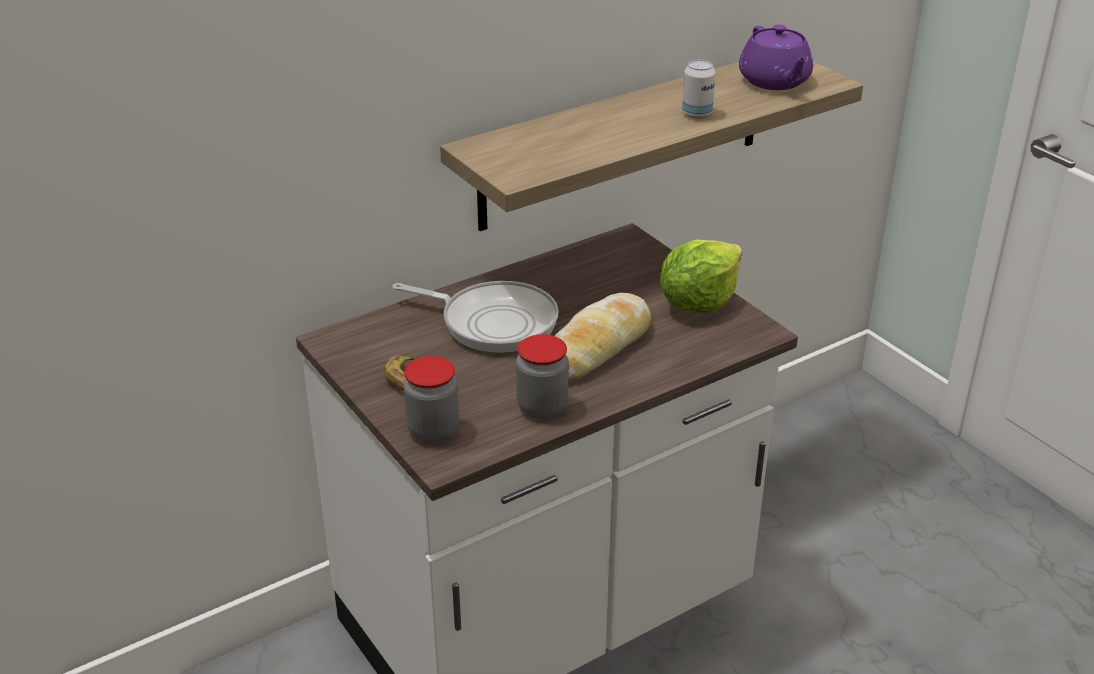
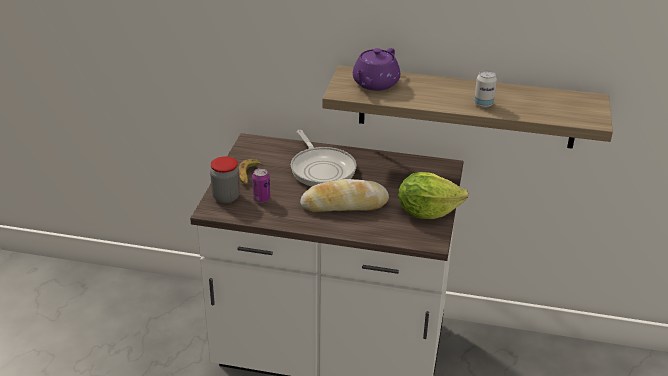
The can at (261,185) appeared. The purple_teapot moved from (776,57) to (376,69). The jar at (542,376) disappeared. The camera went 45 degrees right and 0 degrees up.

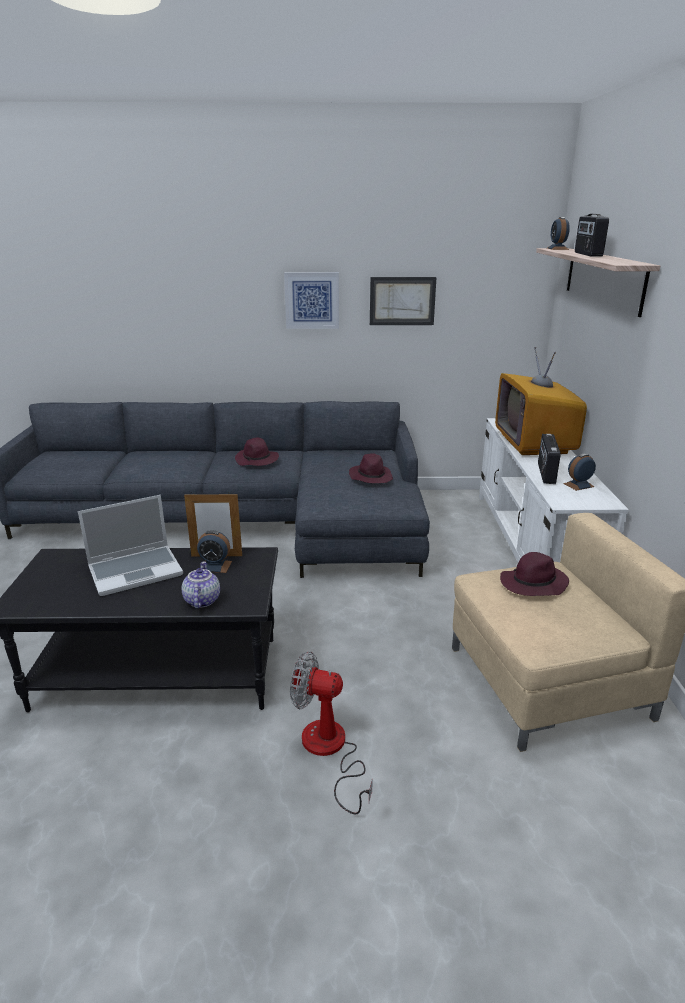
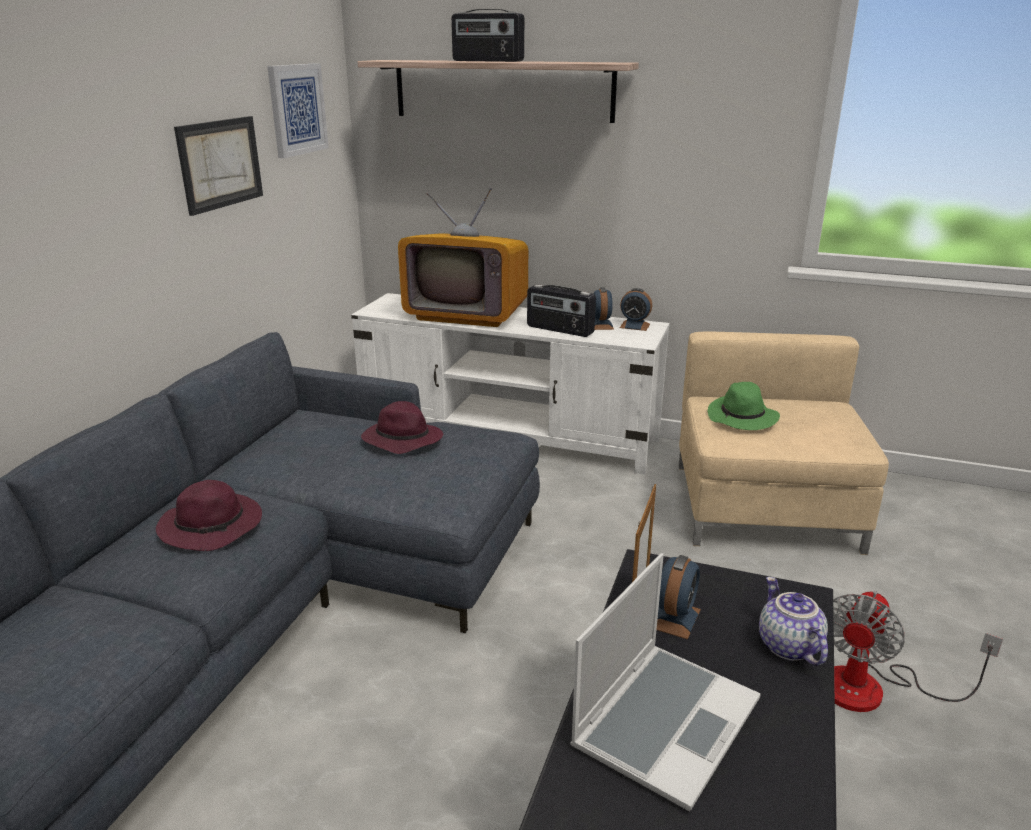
The picture moved from (311,301) to (298,110). The laptop at (130,545) turned 45 degrees clockwise. The alarm_clock moved from (558,233) to (636,309). The purple_hat at (534,574) became the green_hat at (744,406). The teapot at (201,585) turned 60 degrees clockwise. The camera went 70 degrees left and 0 degrees up.

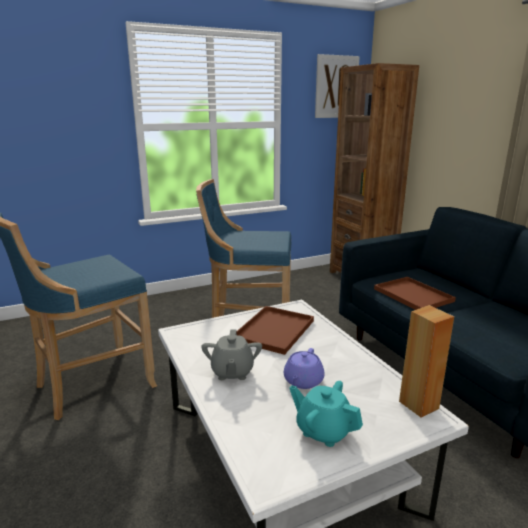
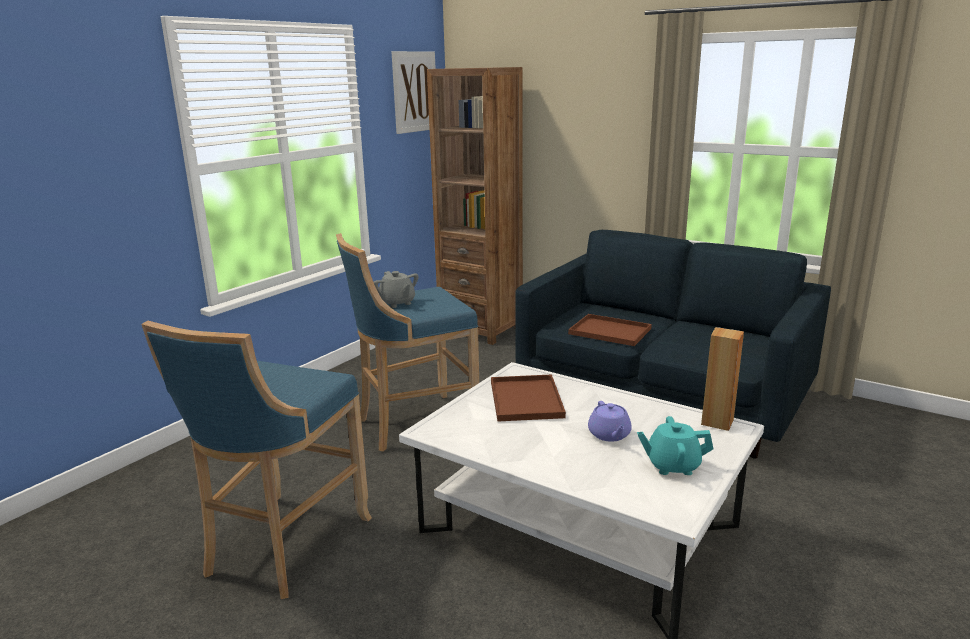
The grey_teapot moved from (231,354) to (396,289). The camera went 30 degrees left and 0 degrees up.

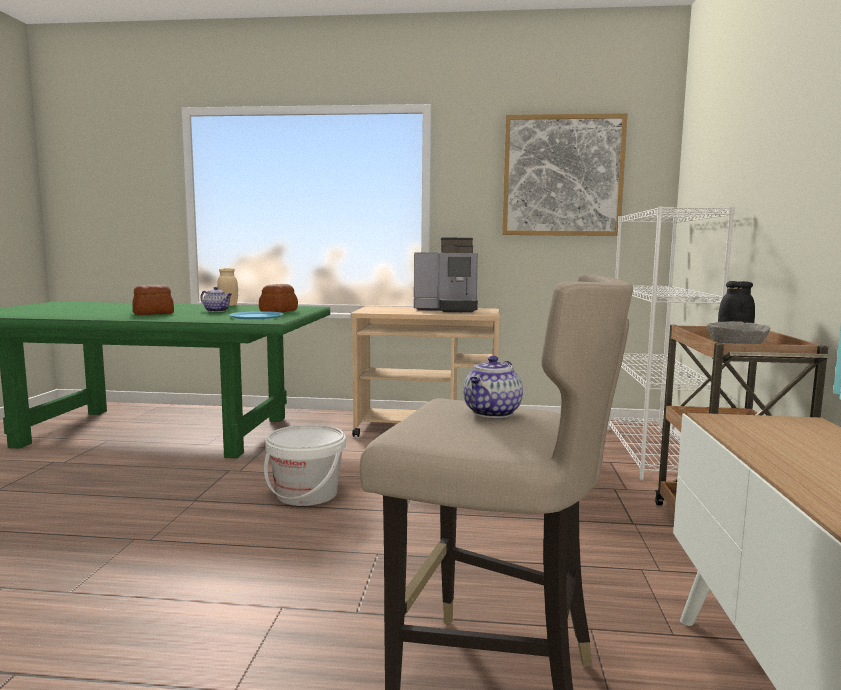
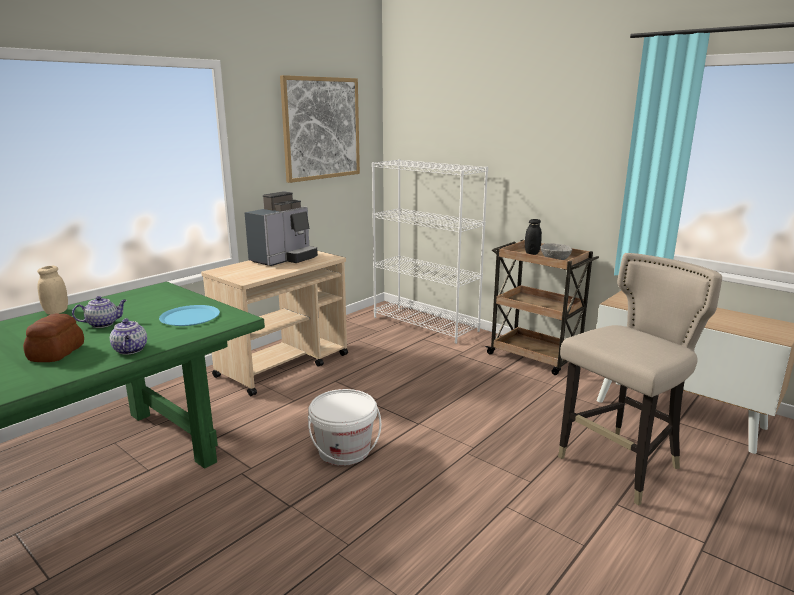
The teapot moved from (493,387) to (128,336). The bread at (278,298) disappeared. The camera went 55 degrees left and 10 degrees up.

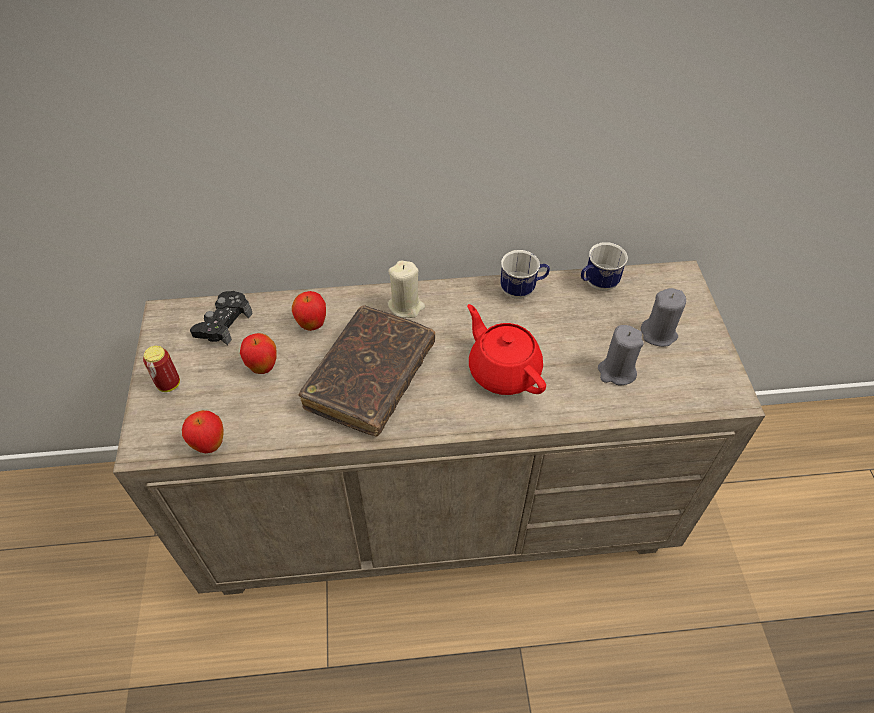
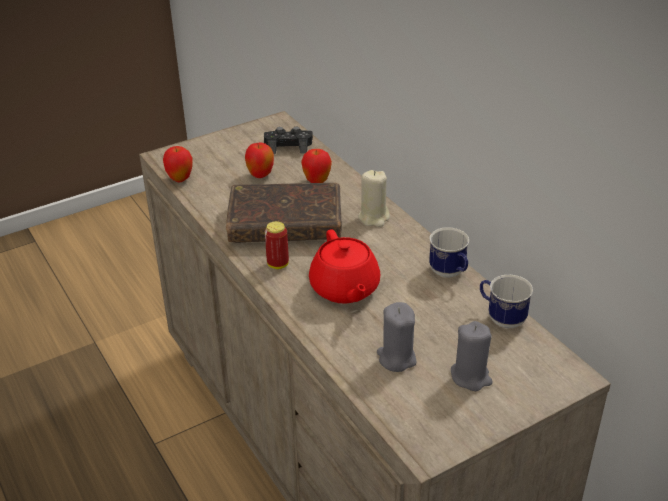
The can moved from (161,369) to (277,245). The red_teapot at (506,349) turned 135 degrees clockwise. The camera went 65 degrees right and 15 degrees down.

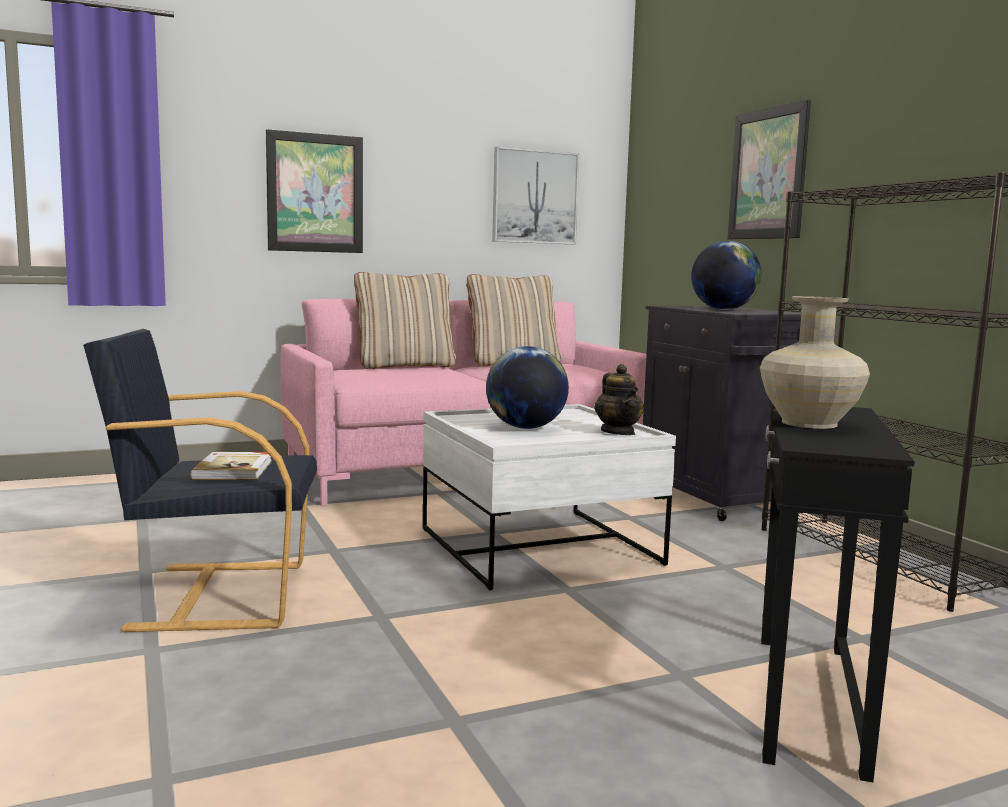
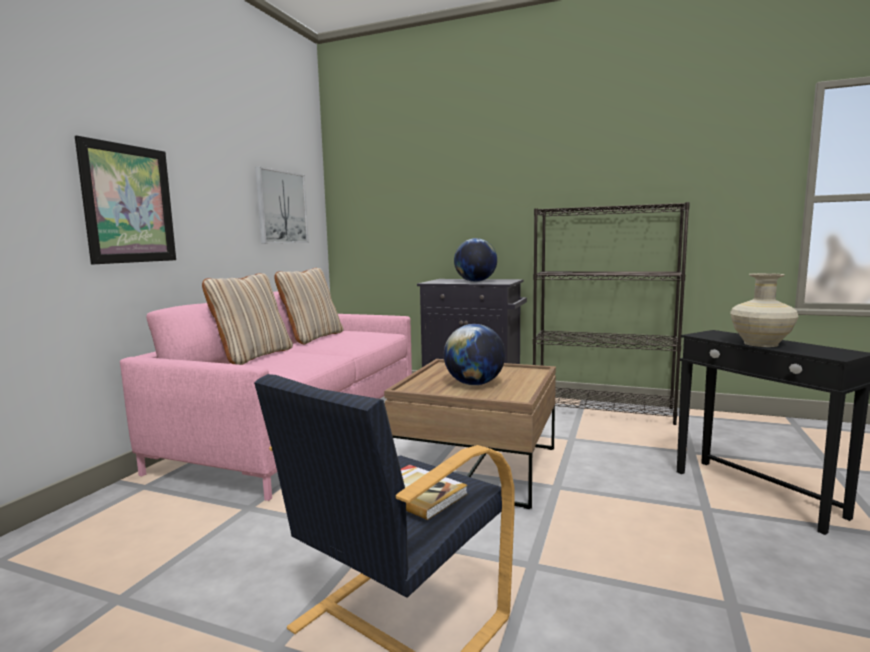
The white_coffee_table at (549,497) became the brown_coffee_table at (470,434). The teapot at (619,399) disappeared. The picture at (769,169) disappeared. The camera went 45 degrees left and 0 degrees up.

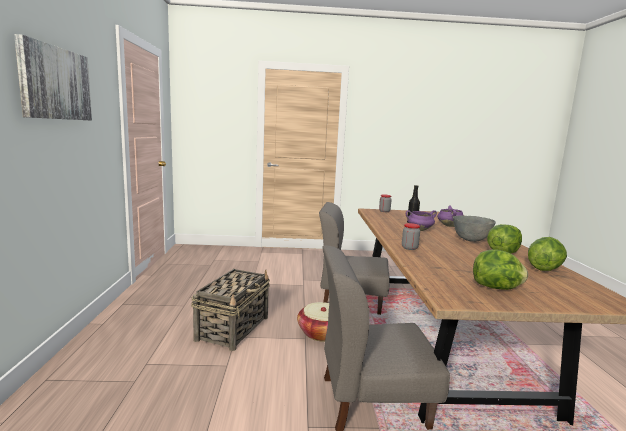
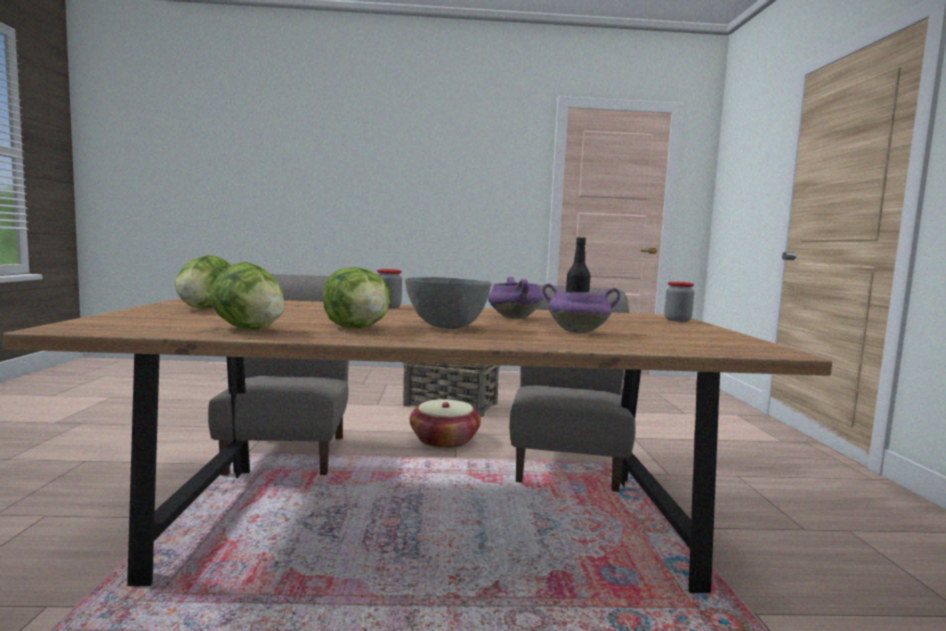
The picture at (53,77) disappeared. The camera went 90 degrees right and 5 degrees down.

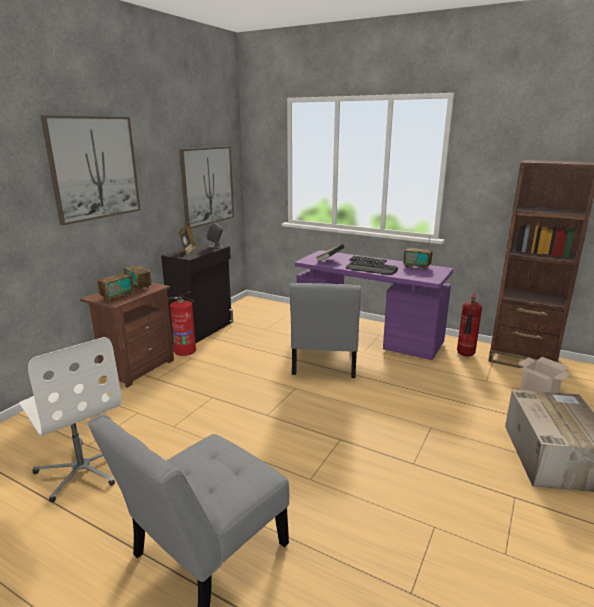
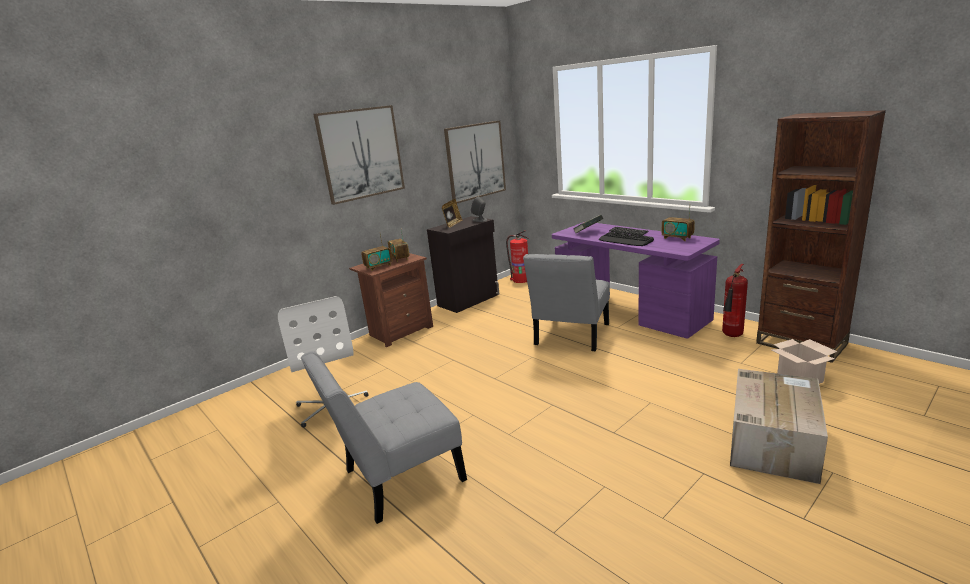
The fire_extinguisher moved from (182,323) to (517,256). The camera went 20 degrees right and 0 degrees up.

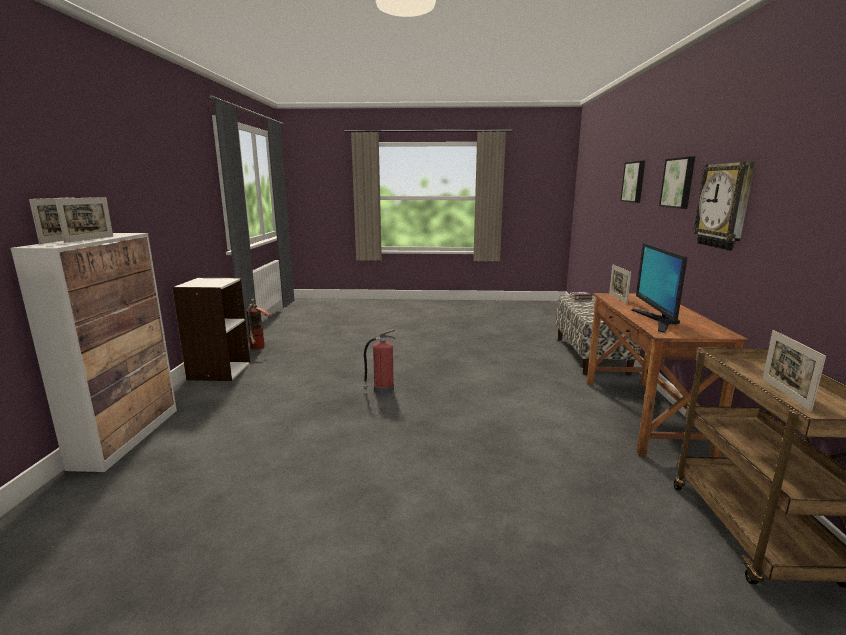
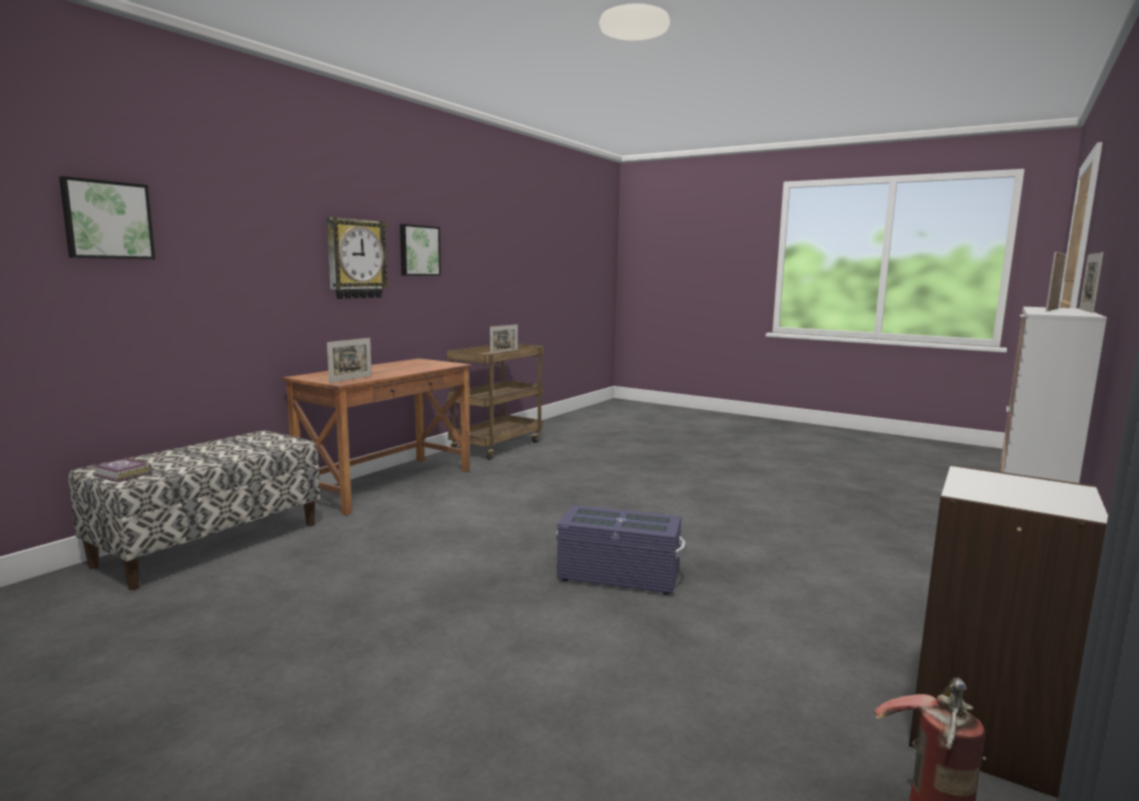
The picture moved from (677,182) to (420,250). The fire_extinguisher at (379,361) was replaced by the purple_storage_box at (621,550). The monitor at (659,288) disappeared. The camera went 150 degrees left and 5 degrees down.

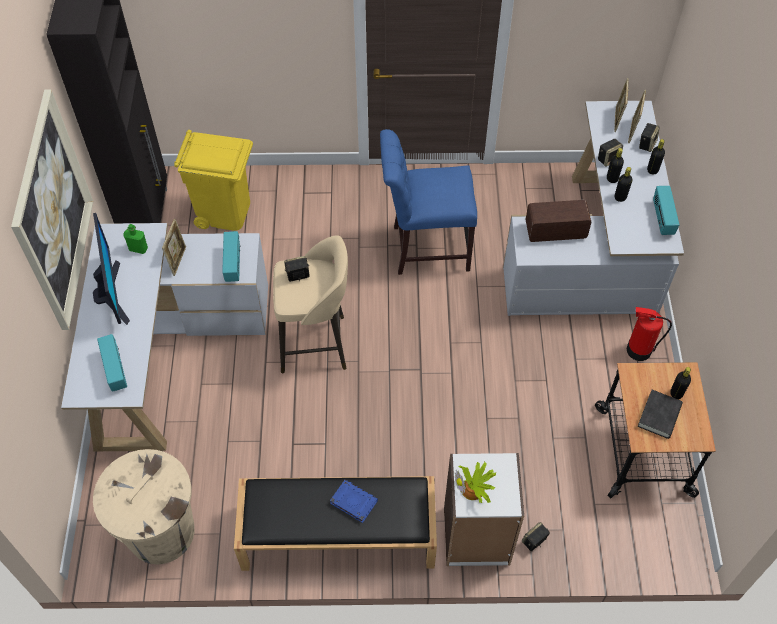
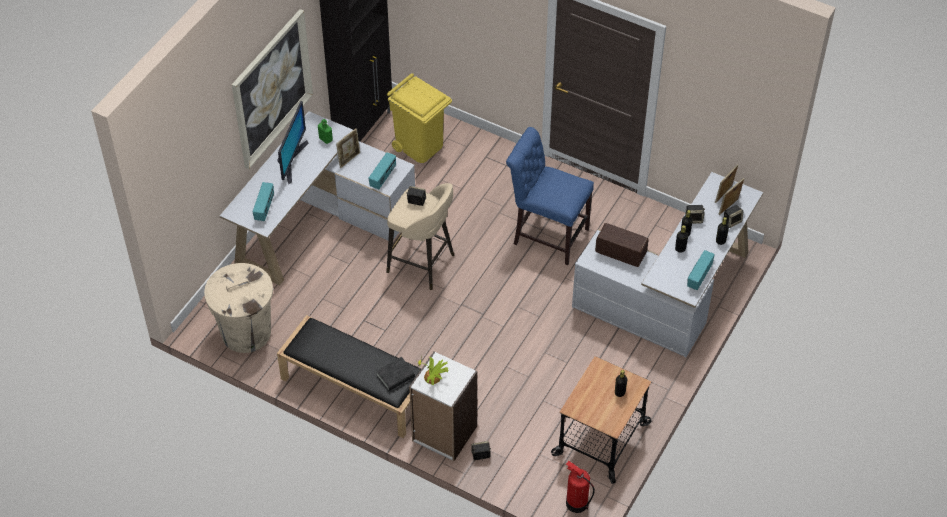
The black_book moved from (660,414) to (395,374). The fire_extinguisher moved from (649,334) to (580,487). The blue_book at (354,501) disappeared. The camera went 30 degrees right and 5 degrees down.

